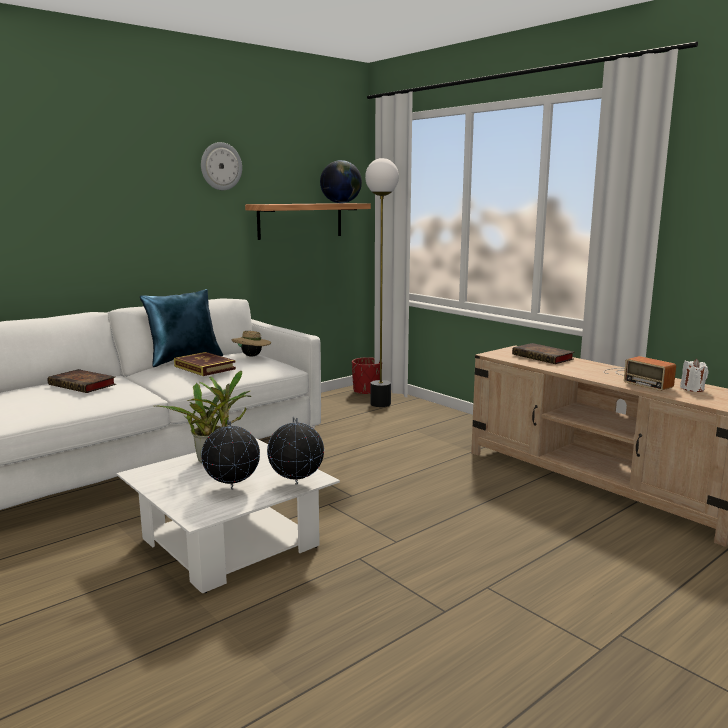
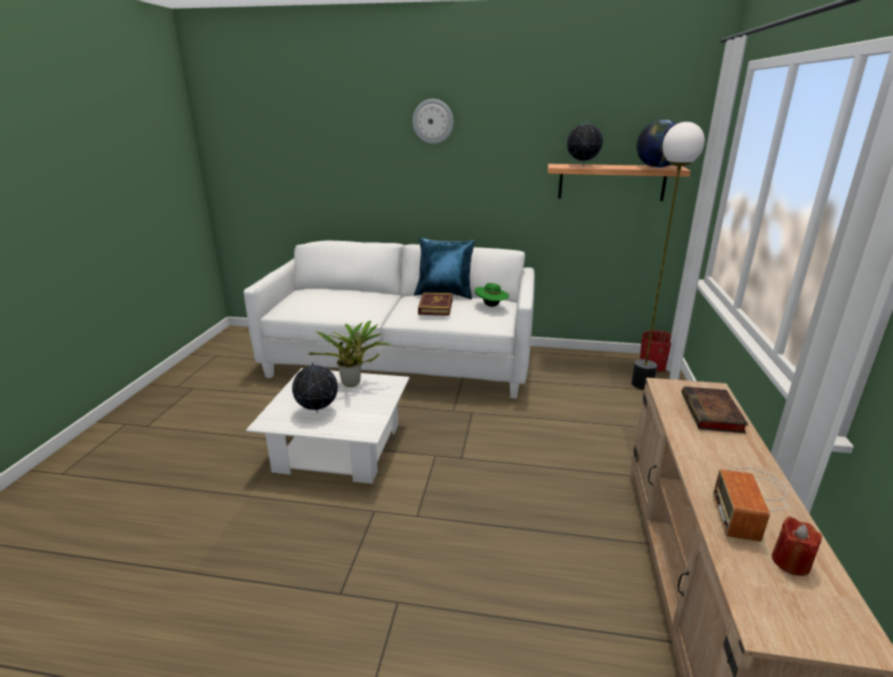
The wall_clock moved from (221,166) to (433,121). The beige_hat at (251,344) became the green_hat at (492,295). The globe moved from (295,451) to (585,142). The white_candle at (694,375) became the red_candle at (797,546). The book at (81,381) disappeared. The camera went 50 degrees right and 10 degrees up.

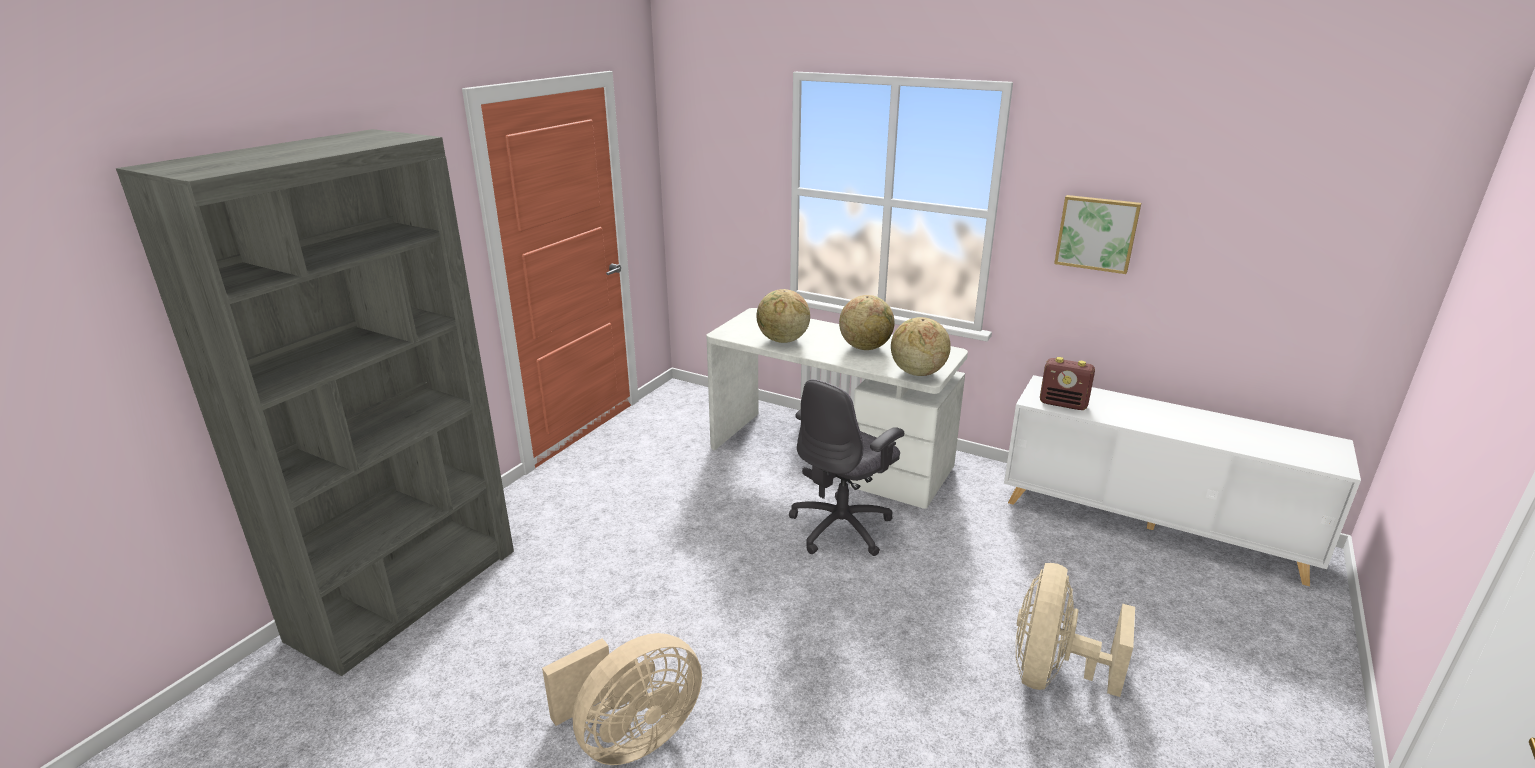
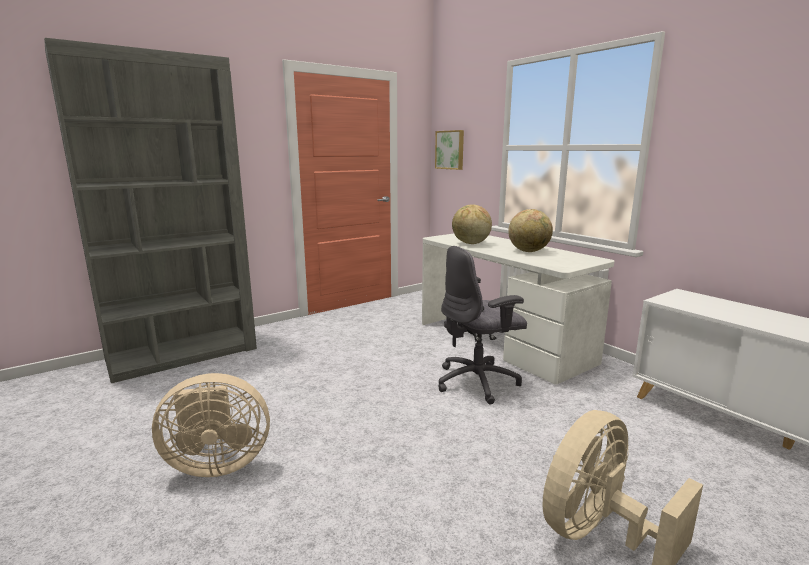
The picture moved from (1097,234) to (449,150). The globe at (921,346) disappeared. The radio at (1067,383) disappeared. The camera went 25 degrees right and 10 degrees down.

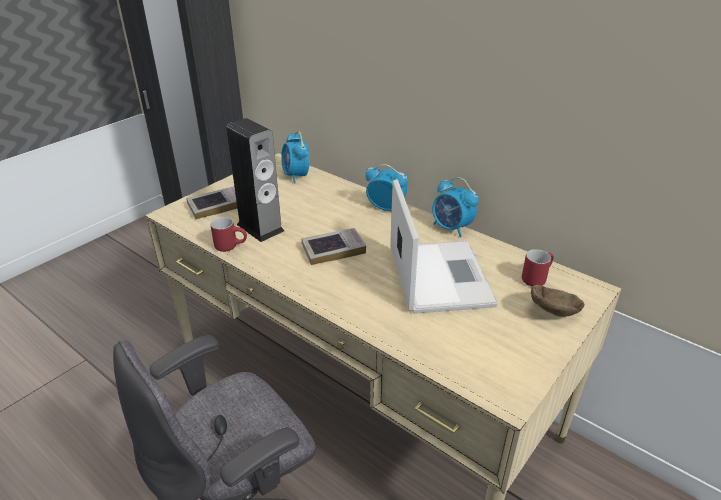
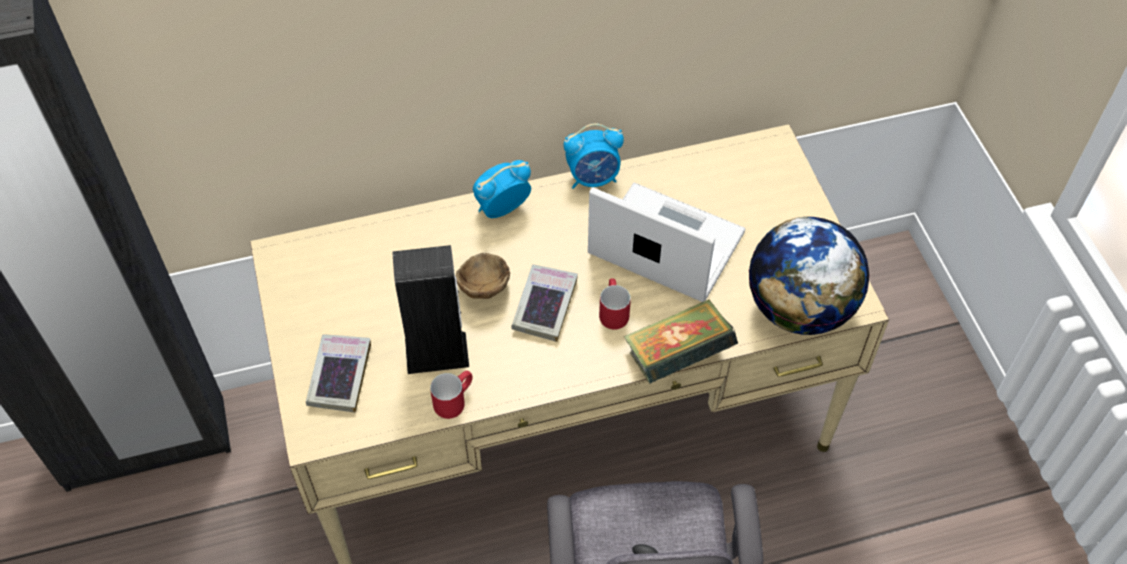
The brown_bowl moved from (557,301) to (483,276). The red_mug moved from (538,268) to (615,304). The book at (681,341) appeared. The globe at (809,276) appeared. The alarm_clock at (295,157) disappeared. The camera went 55 degrees left and 20 degrees up.

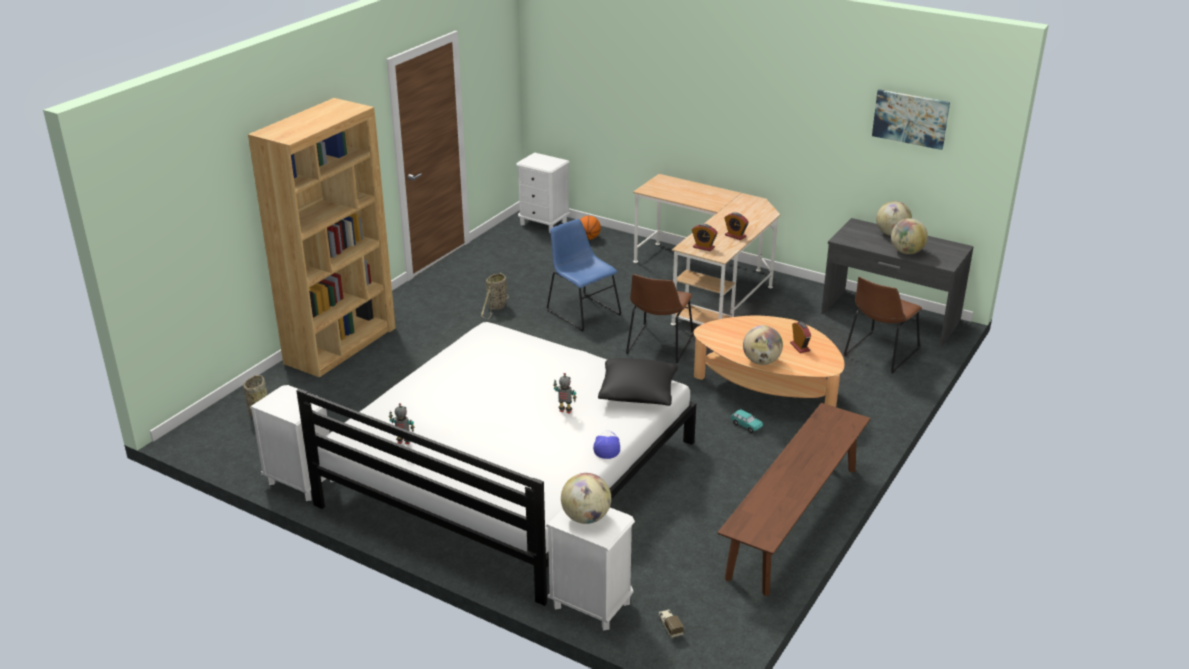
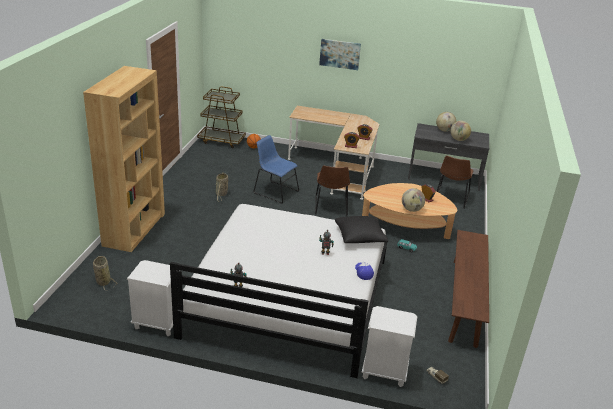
The white_nightstand at (543,192) was replaced by the brown_cart at (221,117). The picture moved from (911,119) to (340,54). The globe at (586,498) disappeared. The camera went 20 degrees left and 0 degrees up.

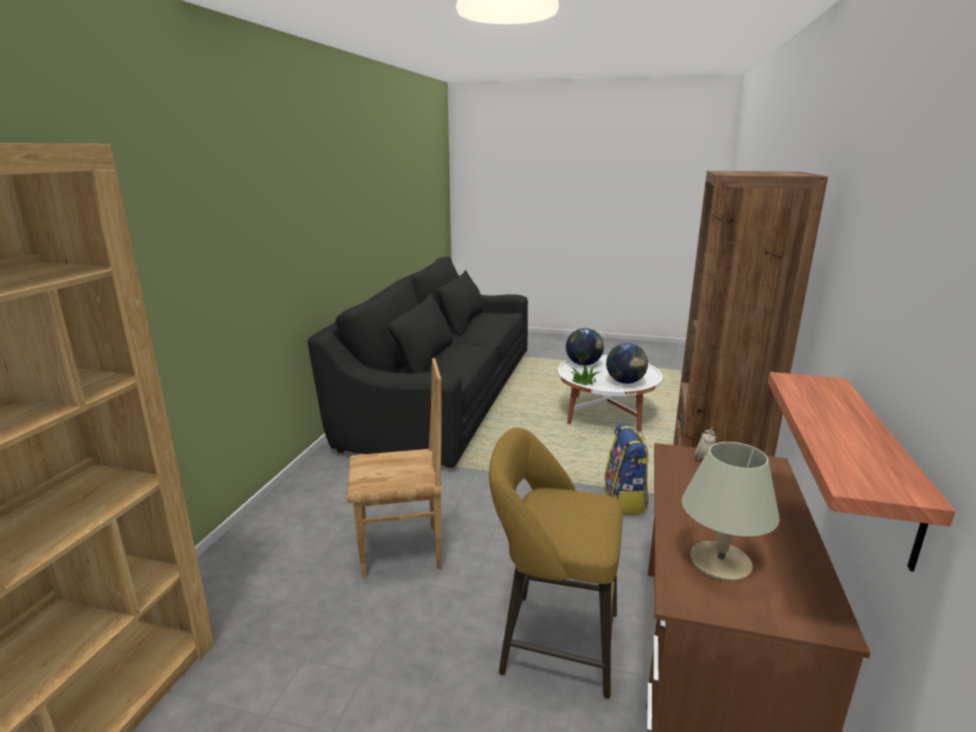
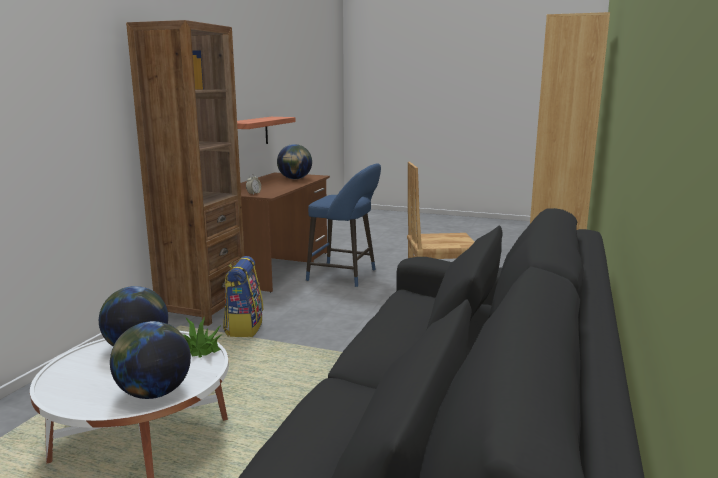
The beige_table_lamp at (730,512) was replaced by the globe at (294,161). The yellow_stool at (556,563) became the blue_stool at (343,225). The camera went 175 degrees left and 5 degrees down.

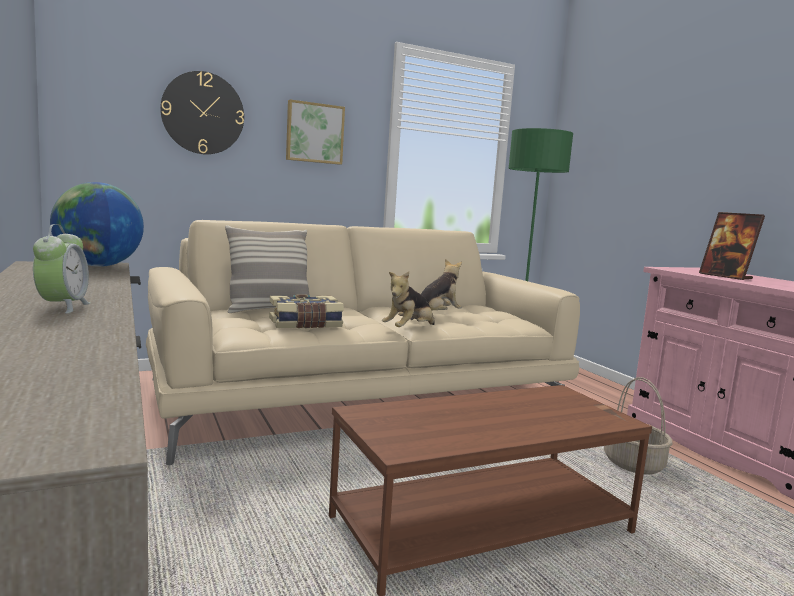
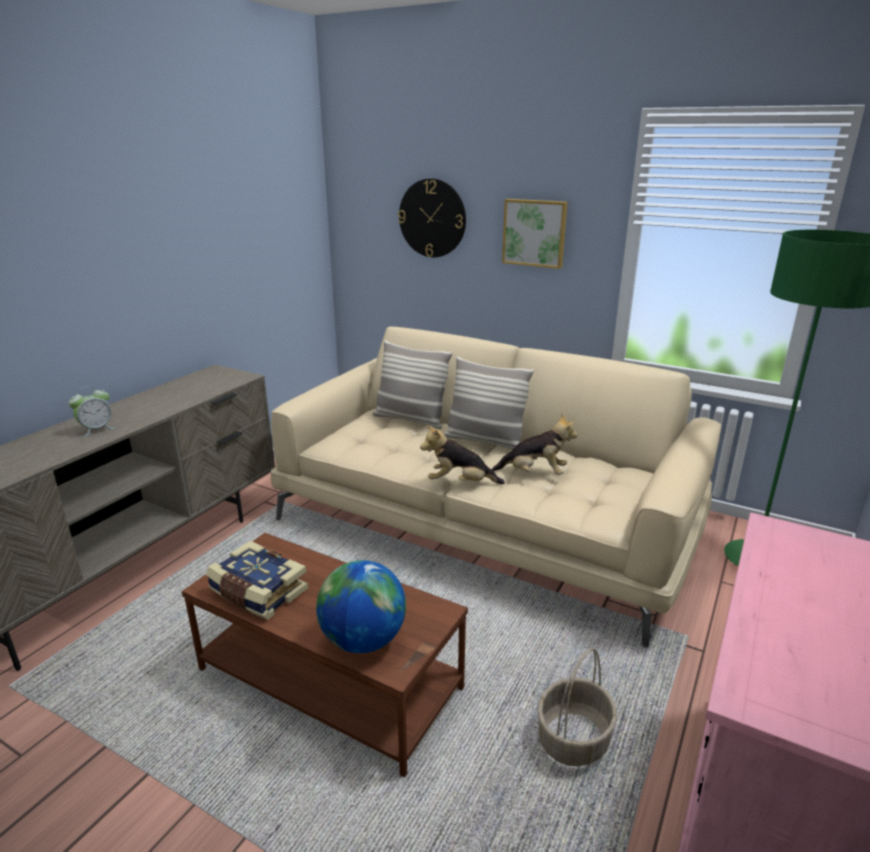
The book moved from (306,312) to (257,580). The globe moved from (97,224) to (361,606). The pillow at (489,403) appeared. The picture_frame at (732,246) disappeared. The camera went 55 degrees right and 15 degrees up.

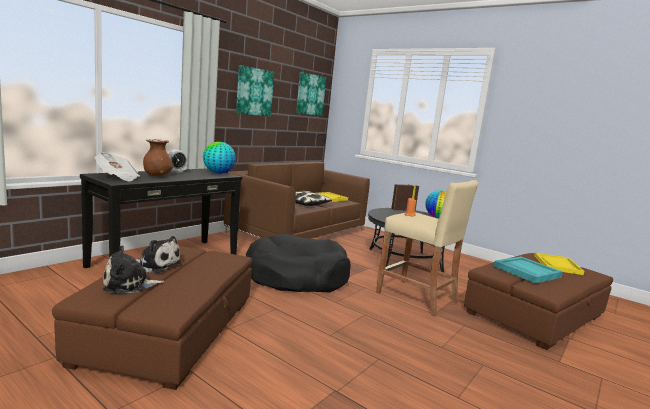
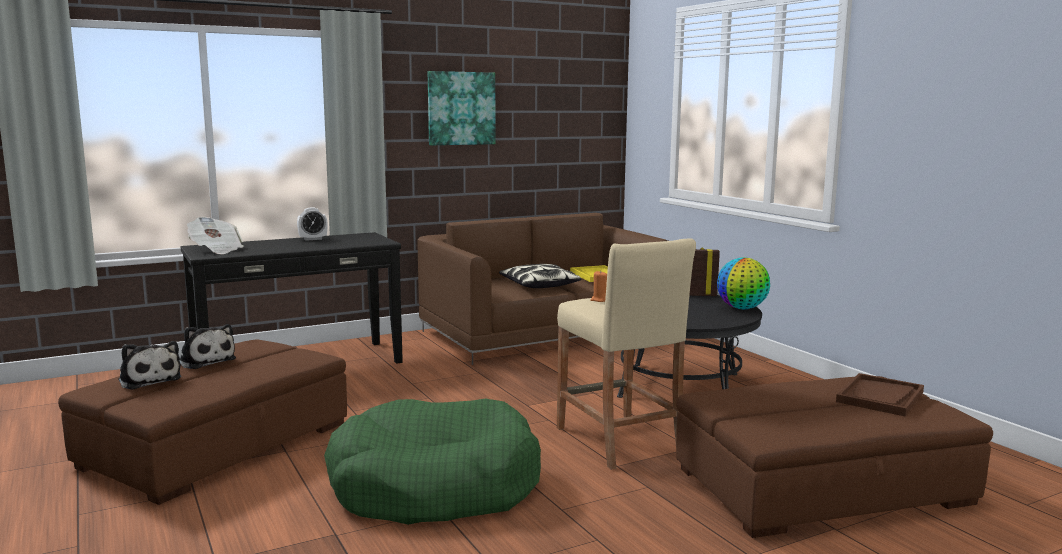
The plush_toy at (133,269) turned 135 degrees counterclockwise. The green_dog_bed at (432,462) appeared. The yellow_tray at (559,263) became the brown_tray at (880,394). The brown_vase at (158,157) disappeared. The globe at (219,158) disappeared. The black_dog_bed at (298,263) disappeared. The picture at (311,94) disappeared. The turquoise_tray at (528,270) disappeared. The camera went 25 degrees right and 0 degrees up.

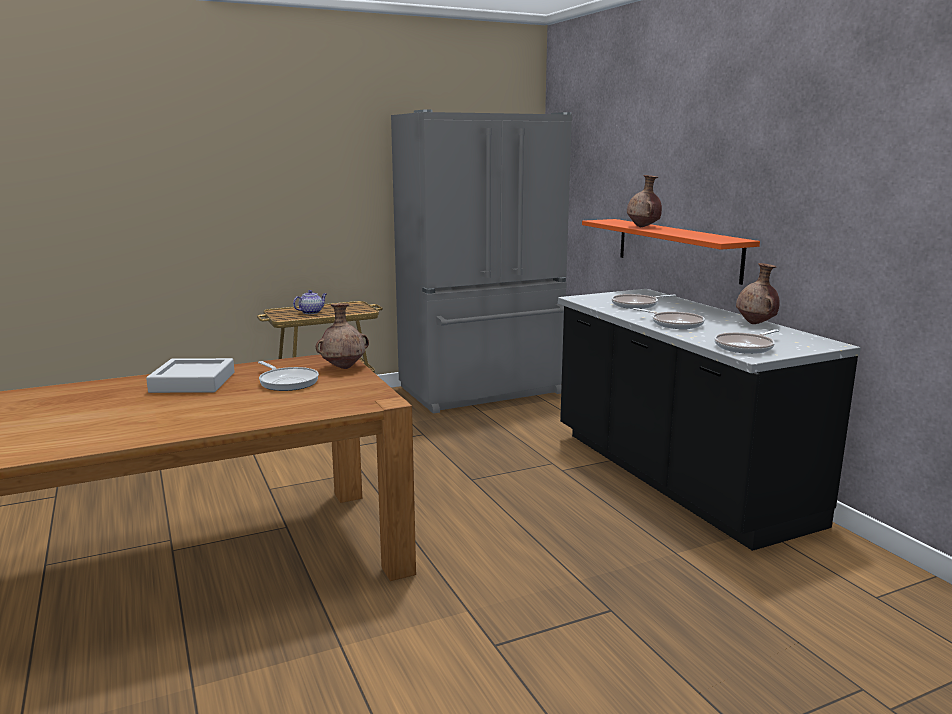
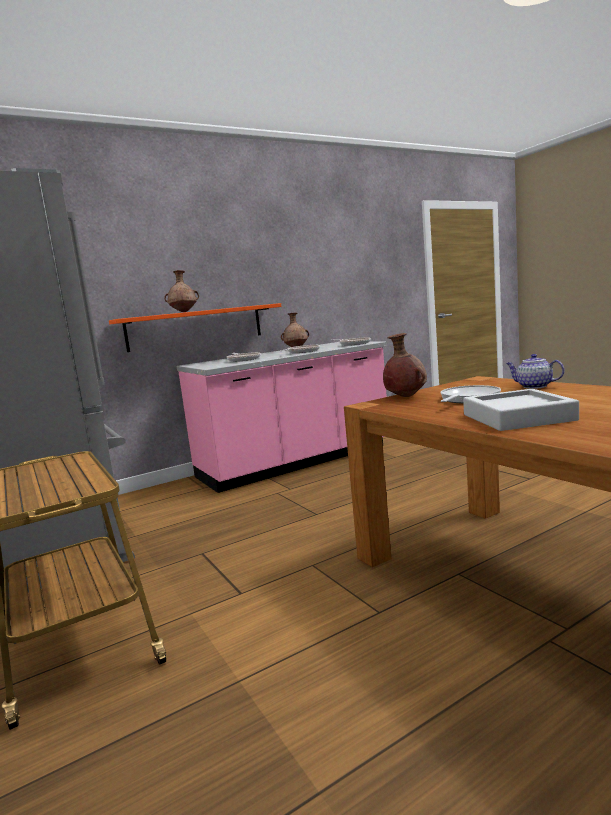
The black_counter at (709,420) became the pink_counter at (282,417). The teapot moved from (309,302) to (535,371). The camera went 95 degrees left and 5 degrees down.

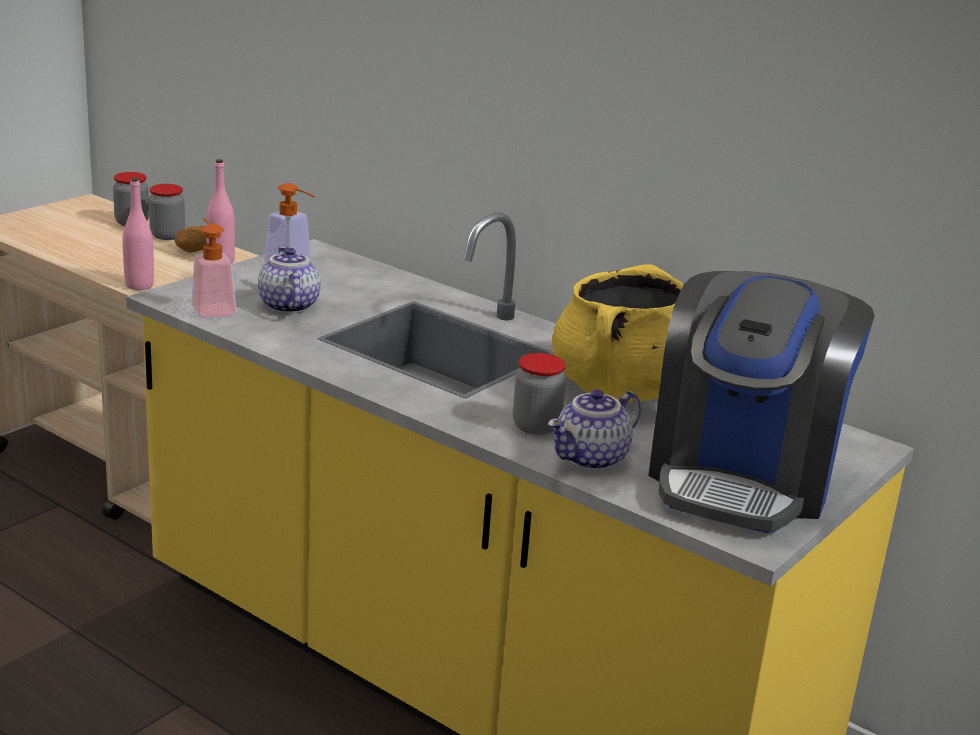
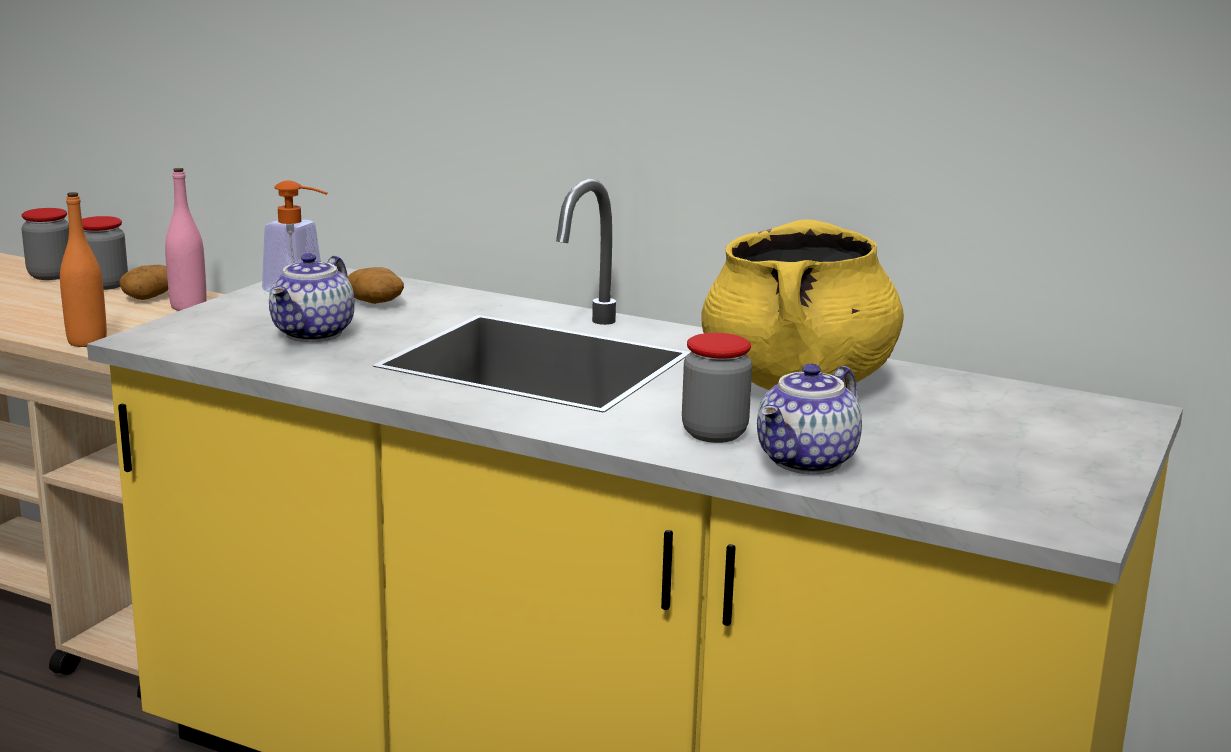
The pink_bottle at (138,233) became the orange_bottle at (83,269). The teapot at (289,280) turned 135 degrees counterclockwise. The potato at (376,285) appeared. The soap_dispenser at (214,269) disappeared. The coffee_machine at (761,402) disappeared. The camera went 10 degrees left and 5 degrees down.

